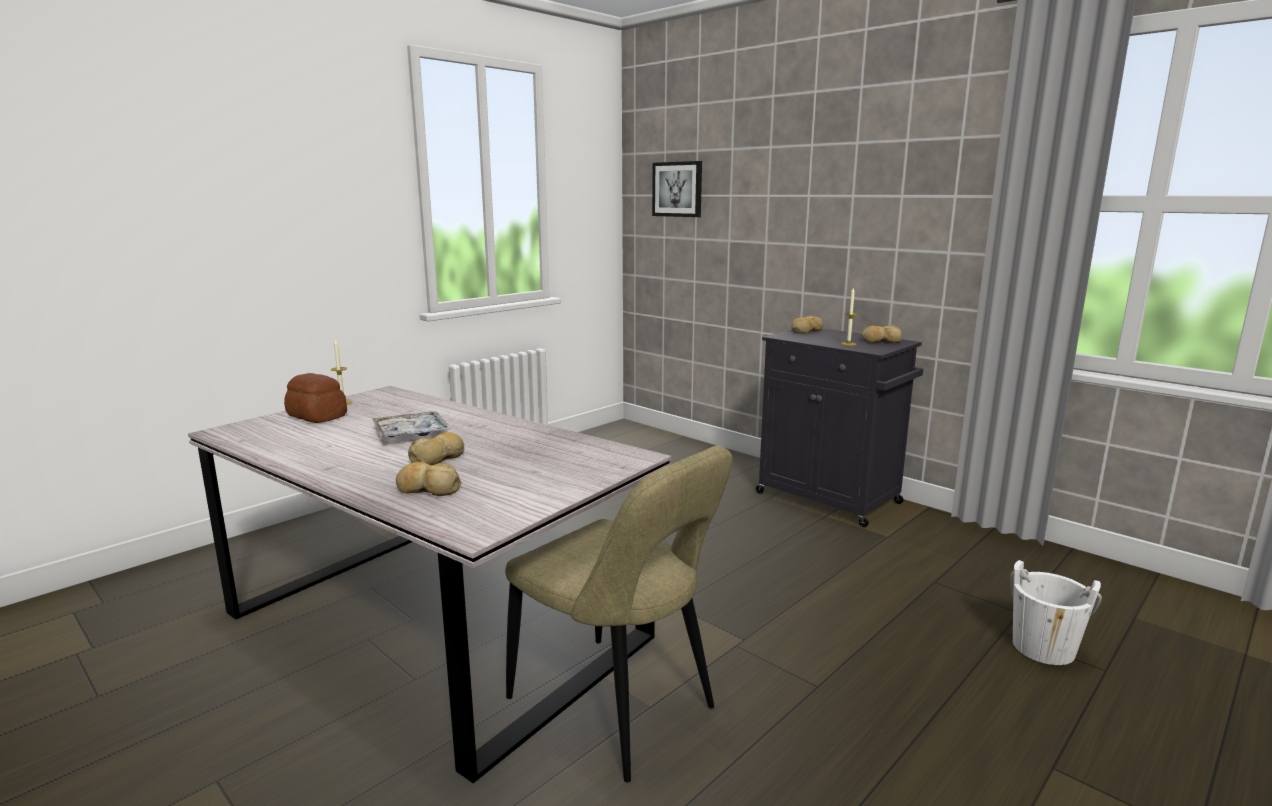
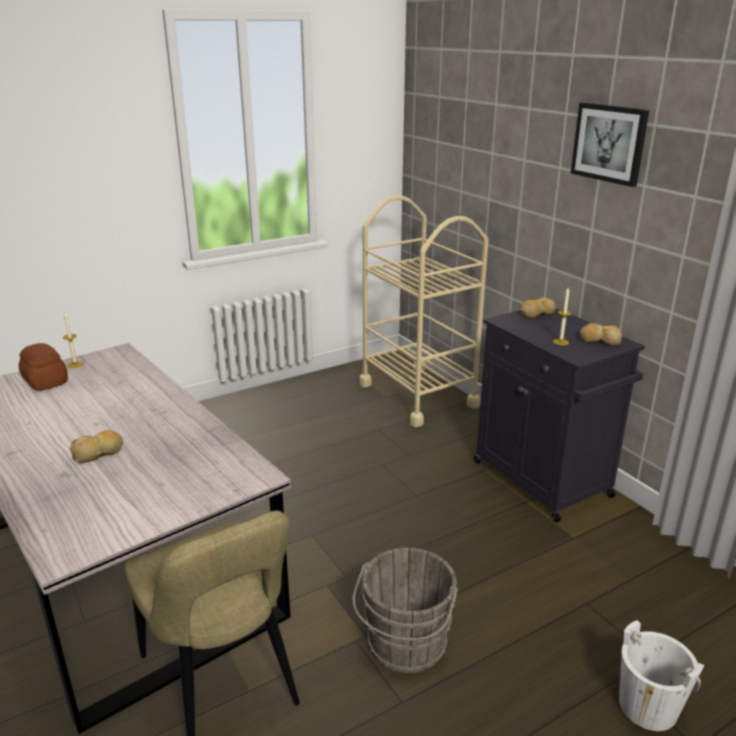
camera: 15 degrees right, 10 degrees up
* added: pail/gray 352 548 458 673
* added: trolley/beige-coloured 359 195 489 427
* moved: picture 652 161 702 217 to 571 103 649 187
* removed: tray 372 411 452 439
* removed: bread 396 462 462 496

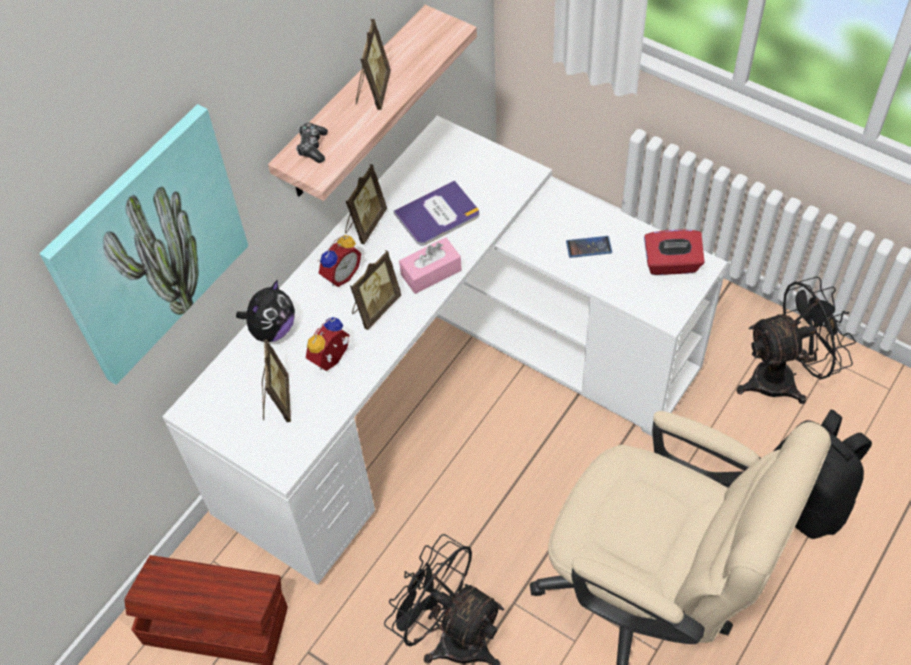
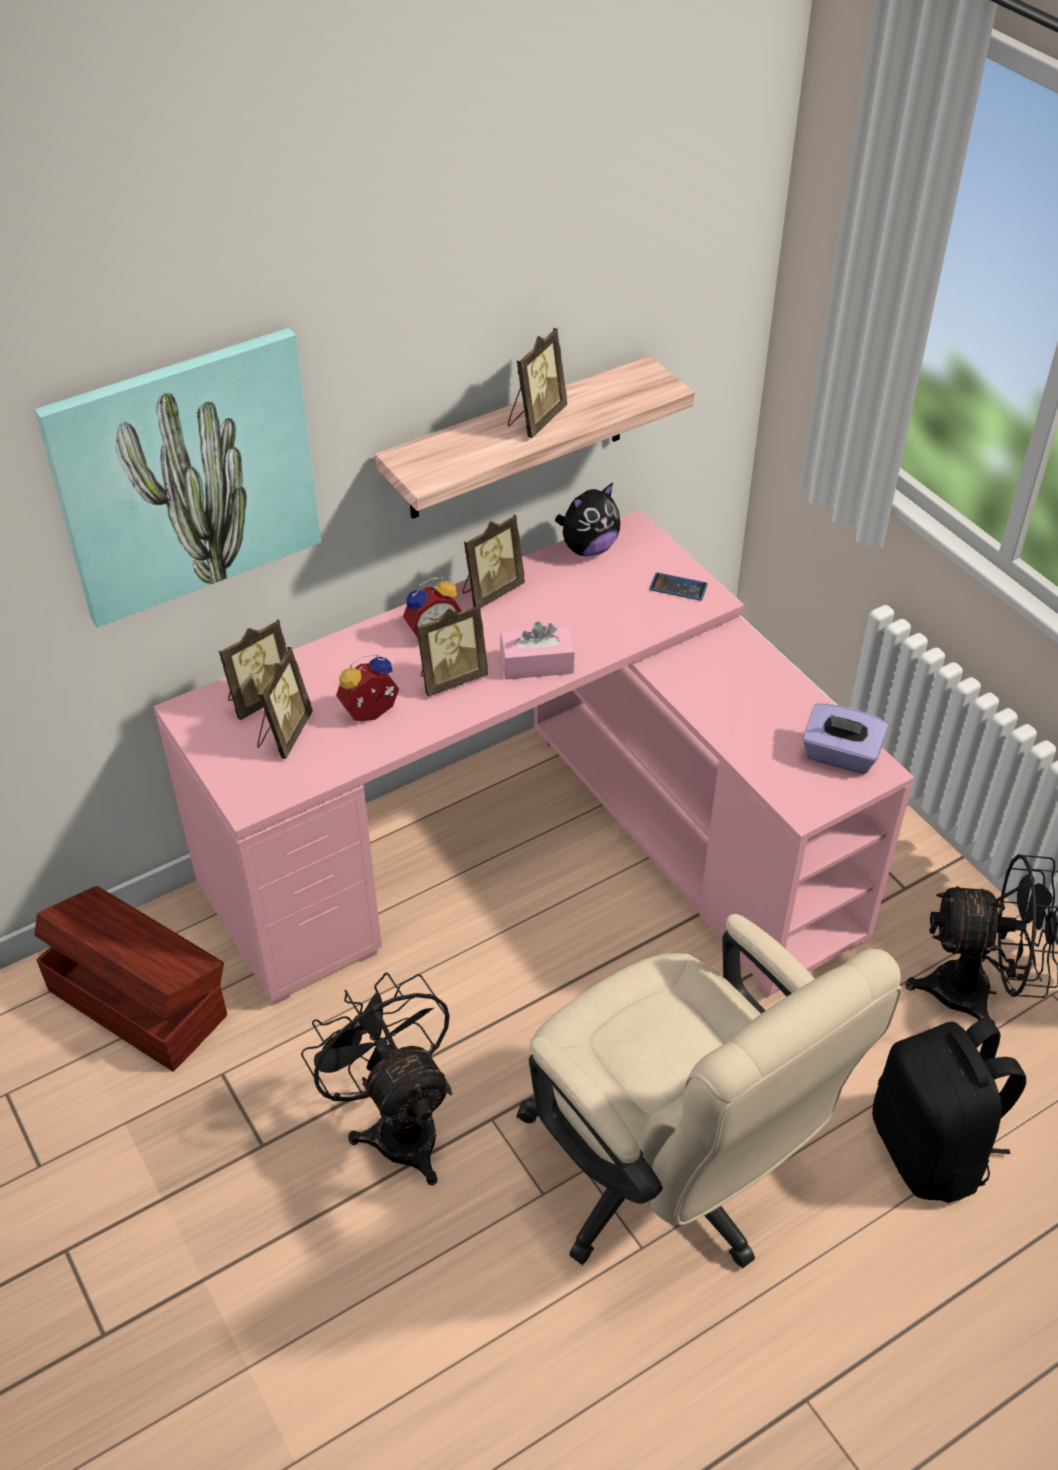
camera: 20 degrees right, 10 degrees down
* recoloured: desk unit/whitish 162 115 727 585 to desk unit/pink-coloured 153 509 914 1005
* added: photo frame 219 619 287 720
* moved: cuddly toy 236 280 295 342 to 555 482 620 556
* moved: phone 566 236 612 258 to 649 572 708 601
* recoloured: tissue holder/reddish 644 229 705 275 to tissue holder/purple 802 703 889 774
* removed: game controller 296 123 328 163
* removed: volume 394 180 480 246

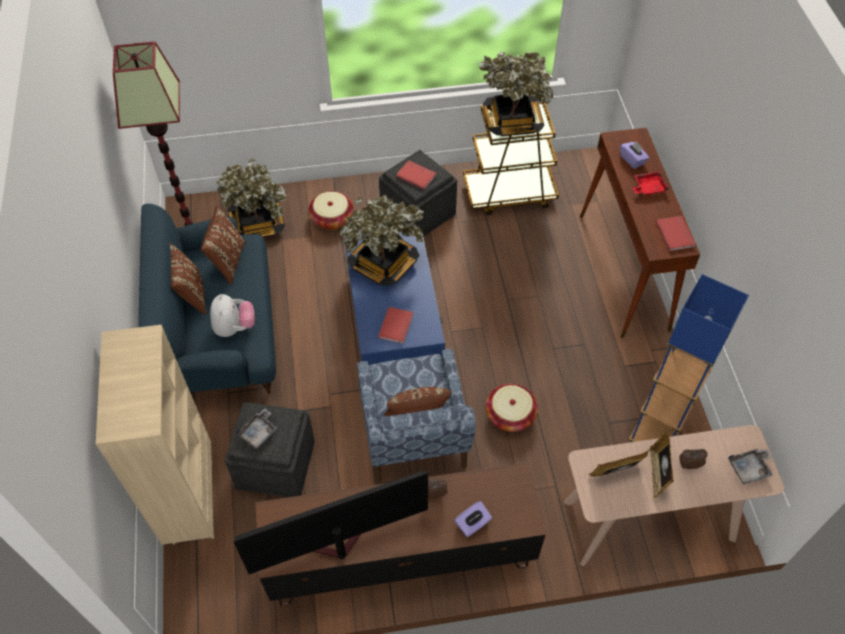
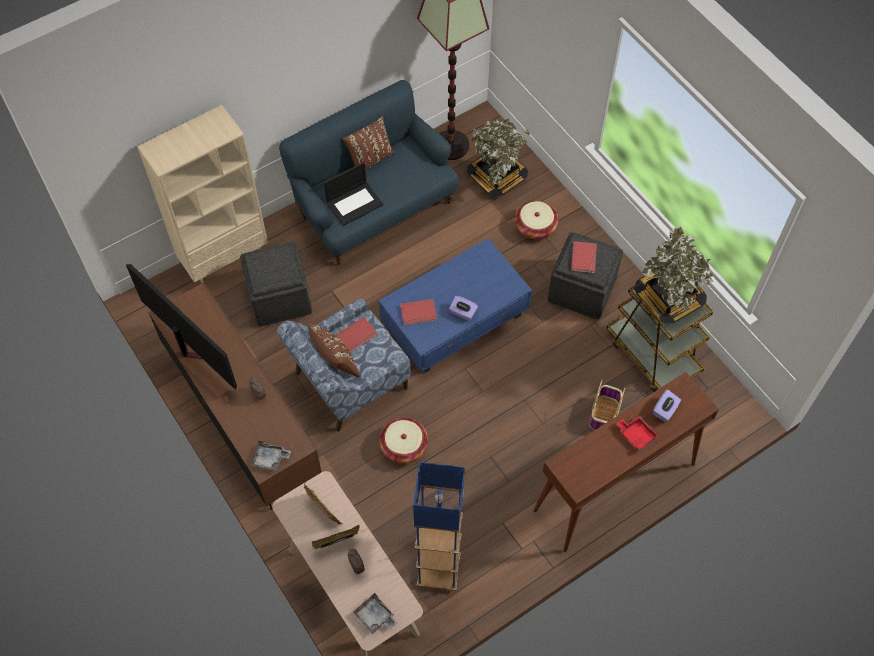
camera: 65 degrees right, 5 degrees up
* moved: tray/gray 236 409 277 450 to 250 441 291 471
* replaced: cuddly toy 210 294 255 337 to notebook computer 324 162 383 226
* moved: volume/reddish 656 216 696 251 to 336 317 378 352
* moved: tissue holder/purple 455 501 492 537 to 449 296 478 321
* added: storage basket 590 379 625 430
* removed: cushion/brown 201 205 246 285
* removed: houseplant 340 194 424 286

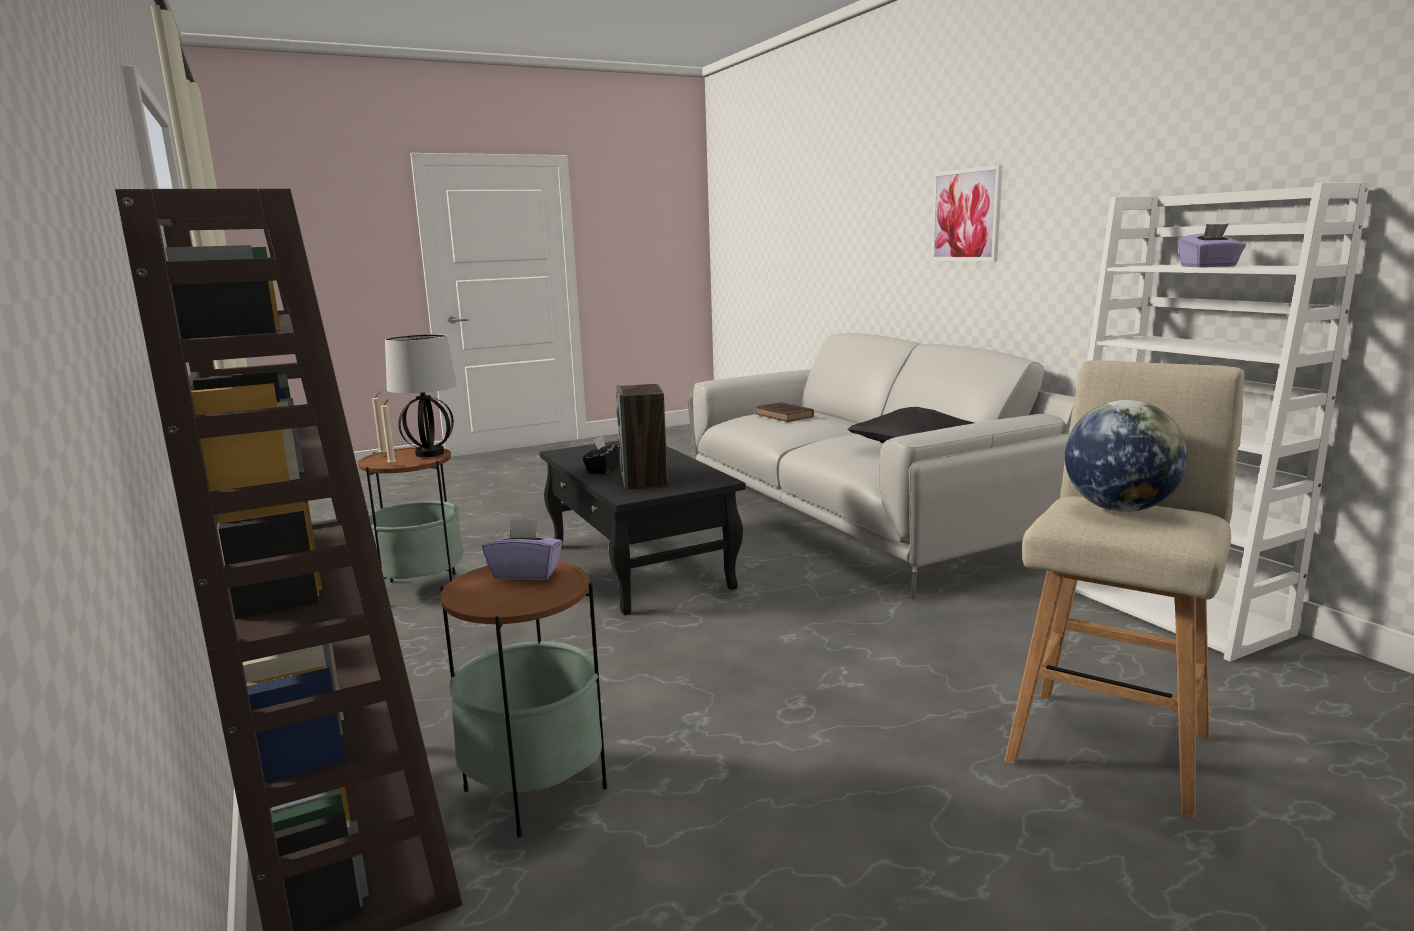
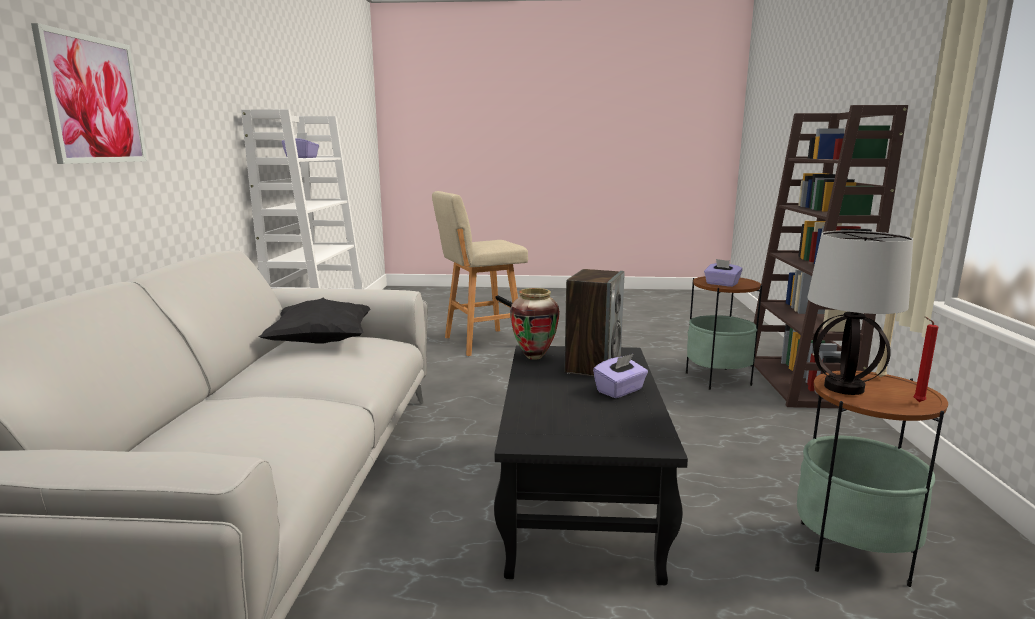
camera: 150 degrees left, 0 degrees up
* added: vase 510 288 560 360
* recoloured: tissue holder/blackish 582 436 620 474 to tissue holder/purple 593 354 648 398
* recoloured: candle/beige-coloured 372 391 387 455 to candle/reddish 913 317 938 402
* removed: volume/brown 756 402 814 422
* removed: world globe 1065 400 1188 512

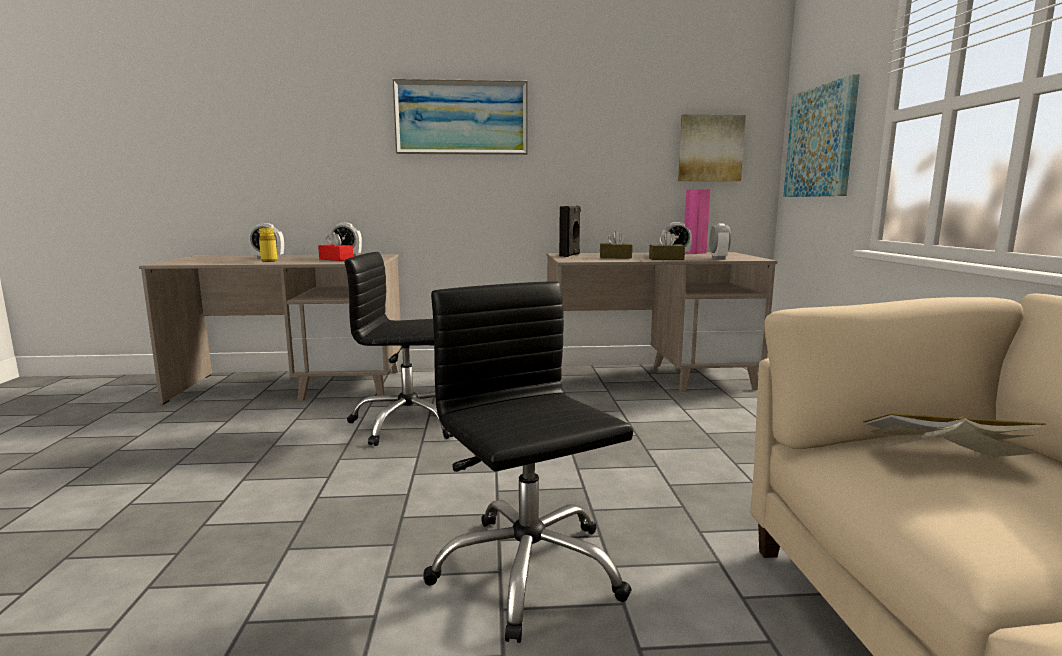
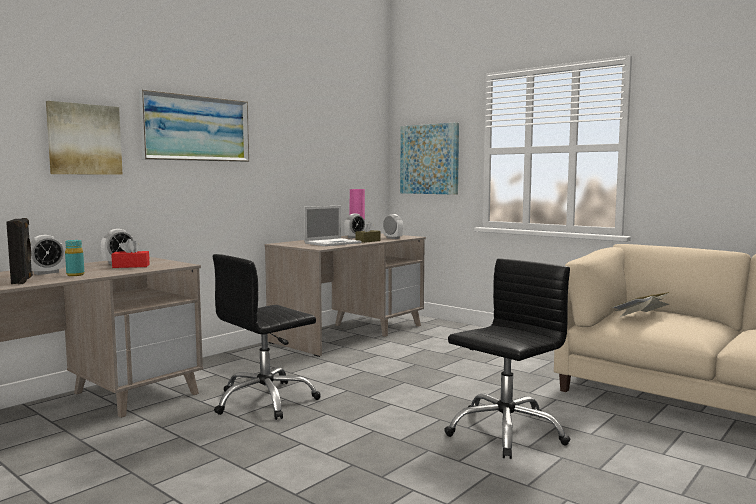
camera: 45 degrees left, 5 degrees down
* moved: loudspeaker/blackish 559 206 581 257 to 6 218 33 284
* moved: picture 678 114 746 181 to 46 101 122 175
* recoloured: beverage bottle/yellow-coloured 259 228 277 262 to beverage bottle/blue-green 65 240 84 276
* replaced: tissue holder/brown 600 231 633 258 to notebook computer 303 206 361 246
* turned: office chair/blackish 424 281 633 643 = 444 259 570 459 120 degrees clockwise

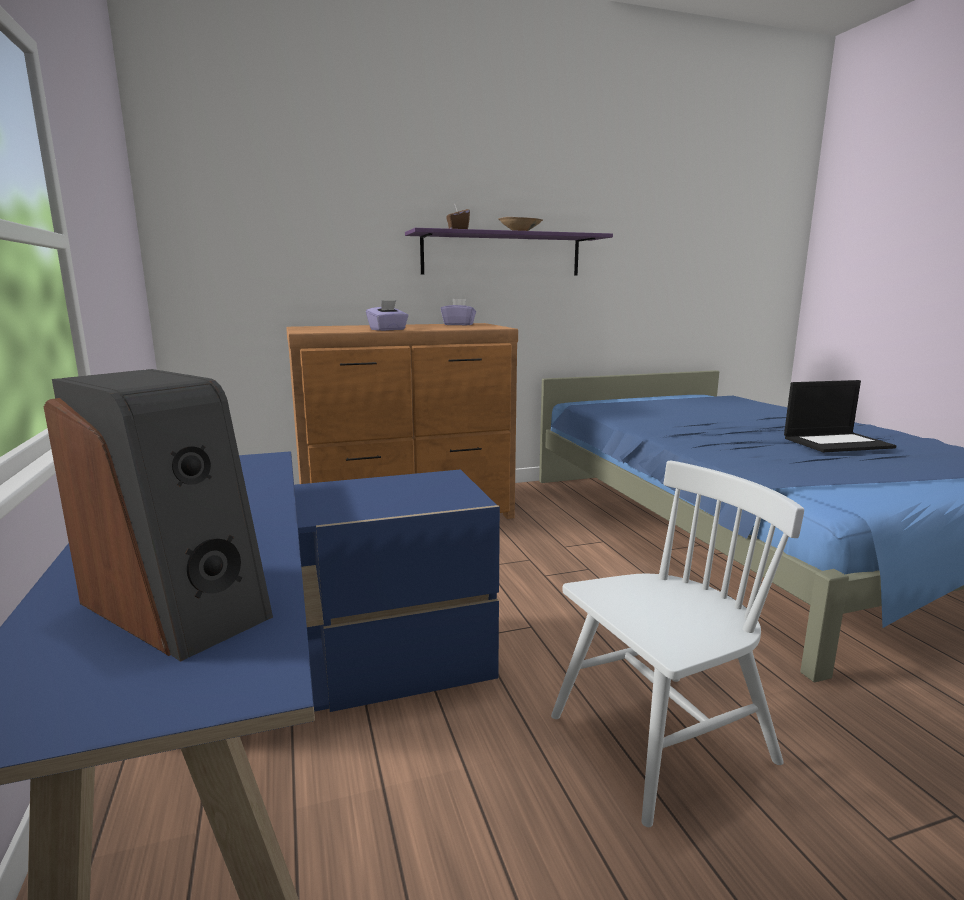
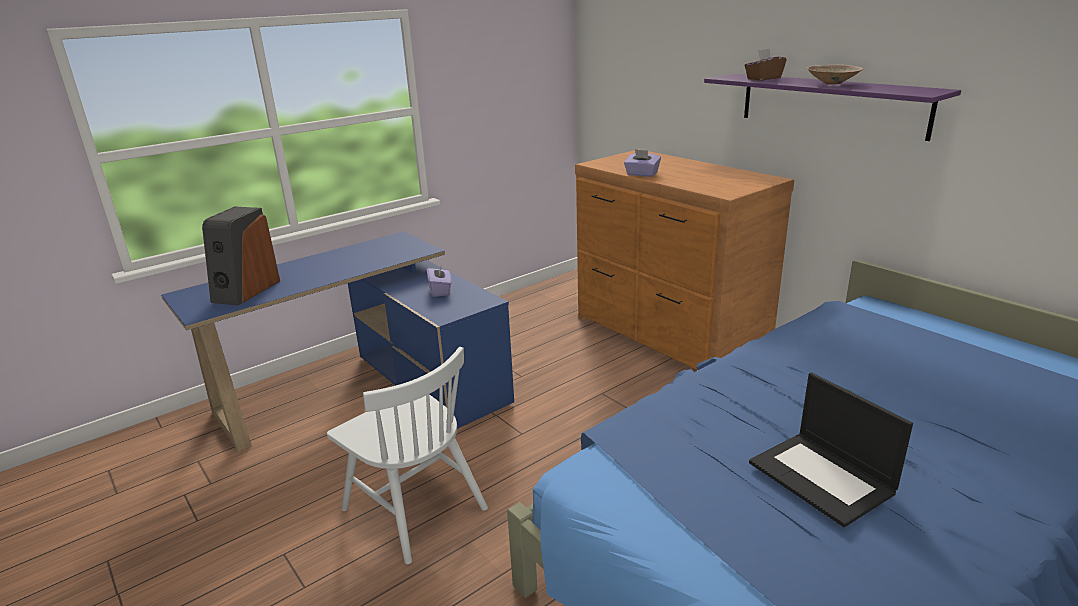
camera: 70 degrees right, 10 degrees up
* moved: tissue holder/purple 441 299 476 325 to 427 263 452 297

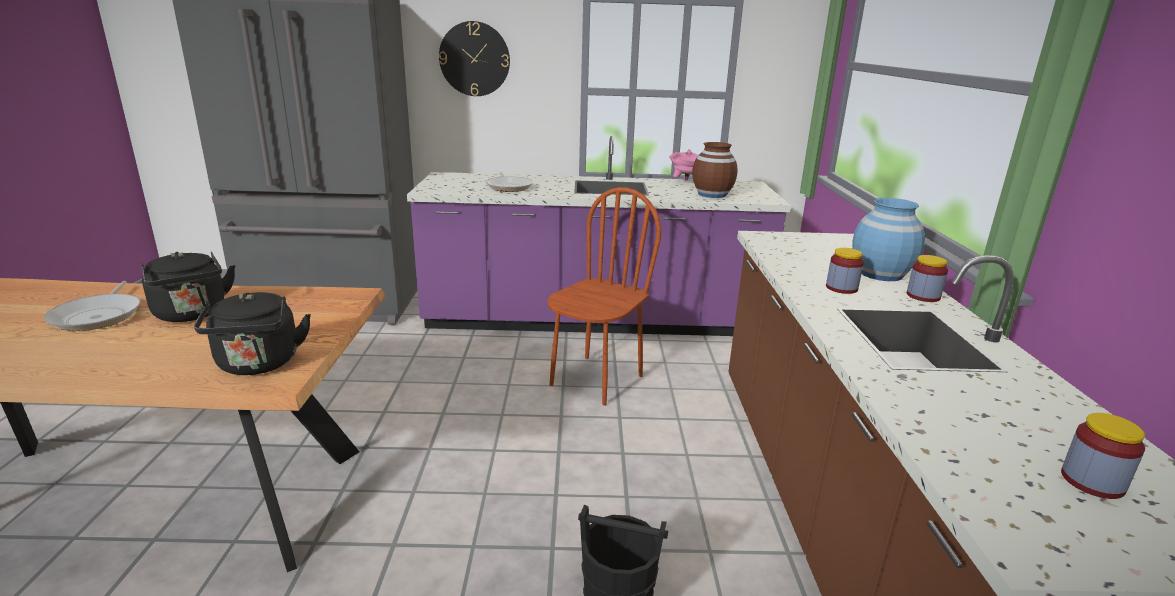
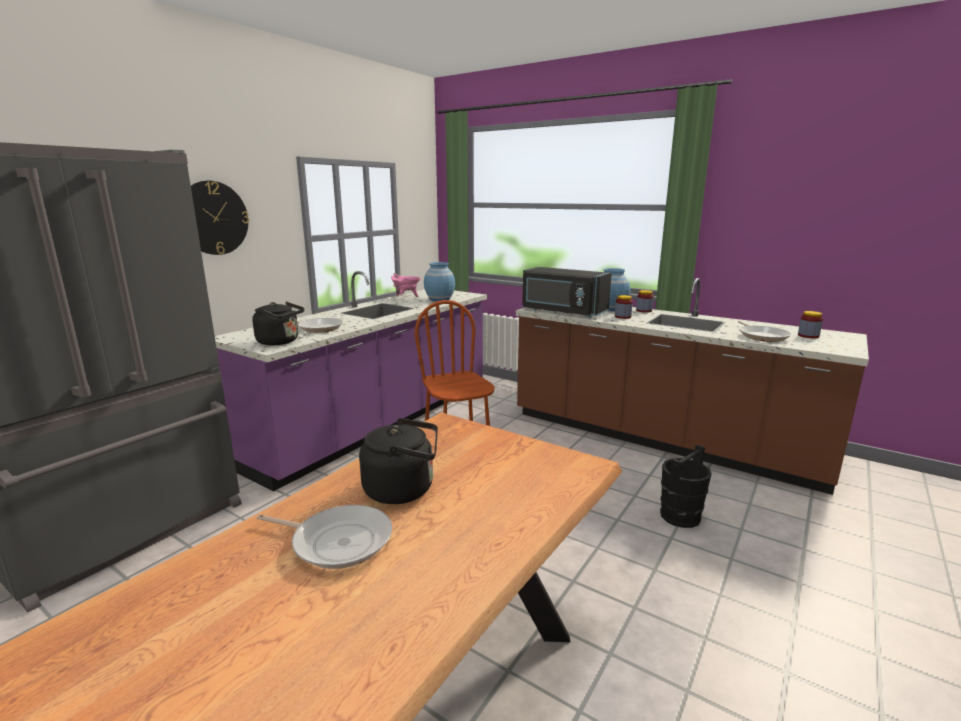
camera: 55 degrees left, 5 degrees down
* moved: tea kettle/blackish 194 292 311 375 to 252 302 304 345
* recoloured: vase/brown 692 142 738 198 to vase/blue-coloured 424 262 455 301
* added: kitchen microwave/blackish 522 267 612 318
* added: frying pan 738 321 791 342

